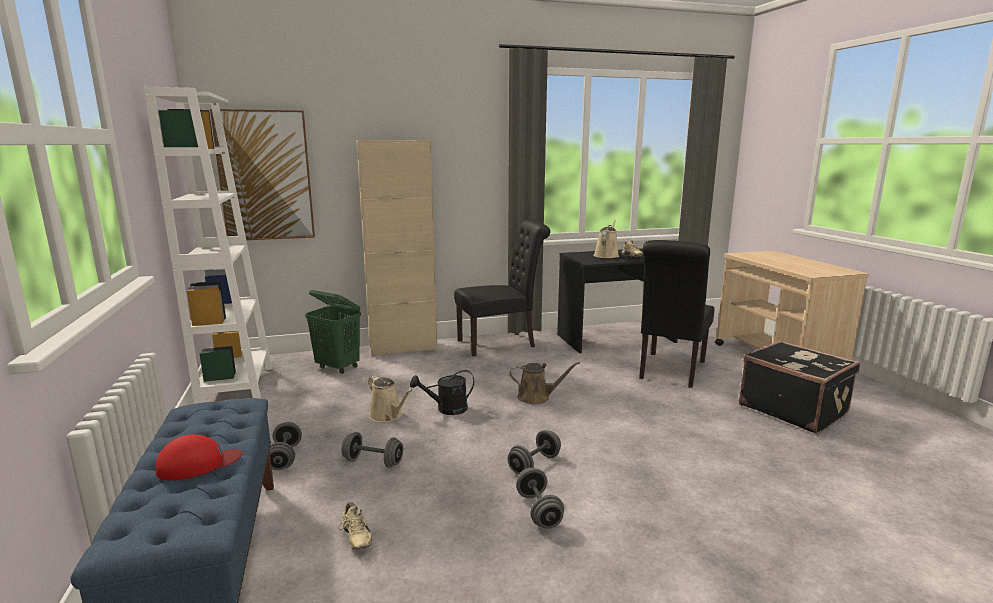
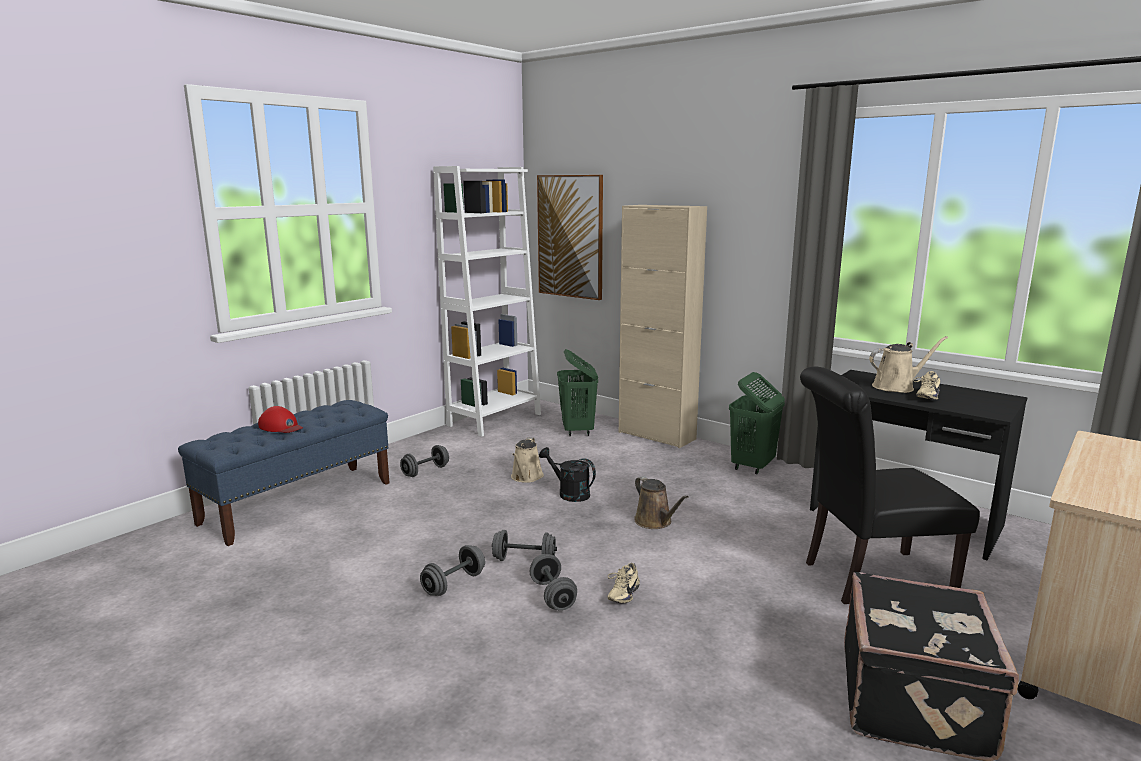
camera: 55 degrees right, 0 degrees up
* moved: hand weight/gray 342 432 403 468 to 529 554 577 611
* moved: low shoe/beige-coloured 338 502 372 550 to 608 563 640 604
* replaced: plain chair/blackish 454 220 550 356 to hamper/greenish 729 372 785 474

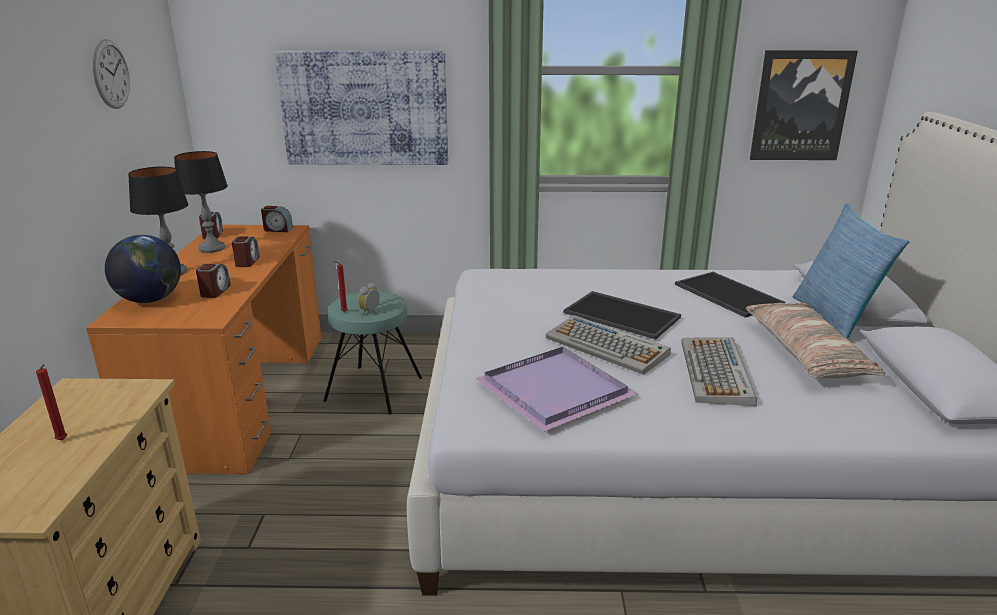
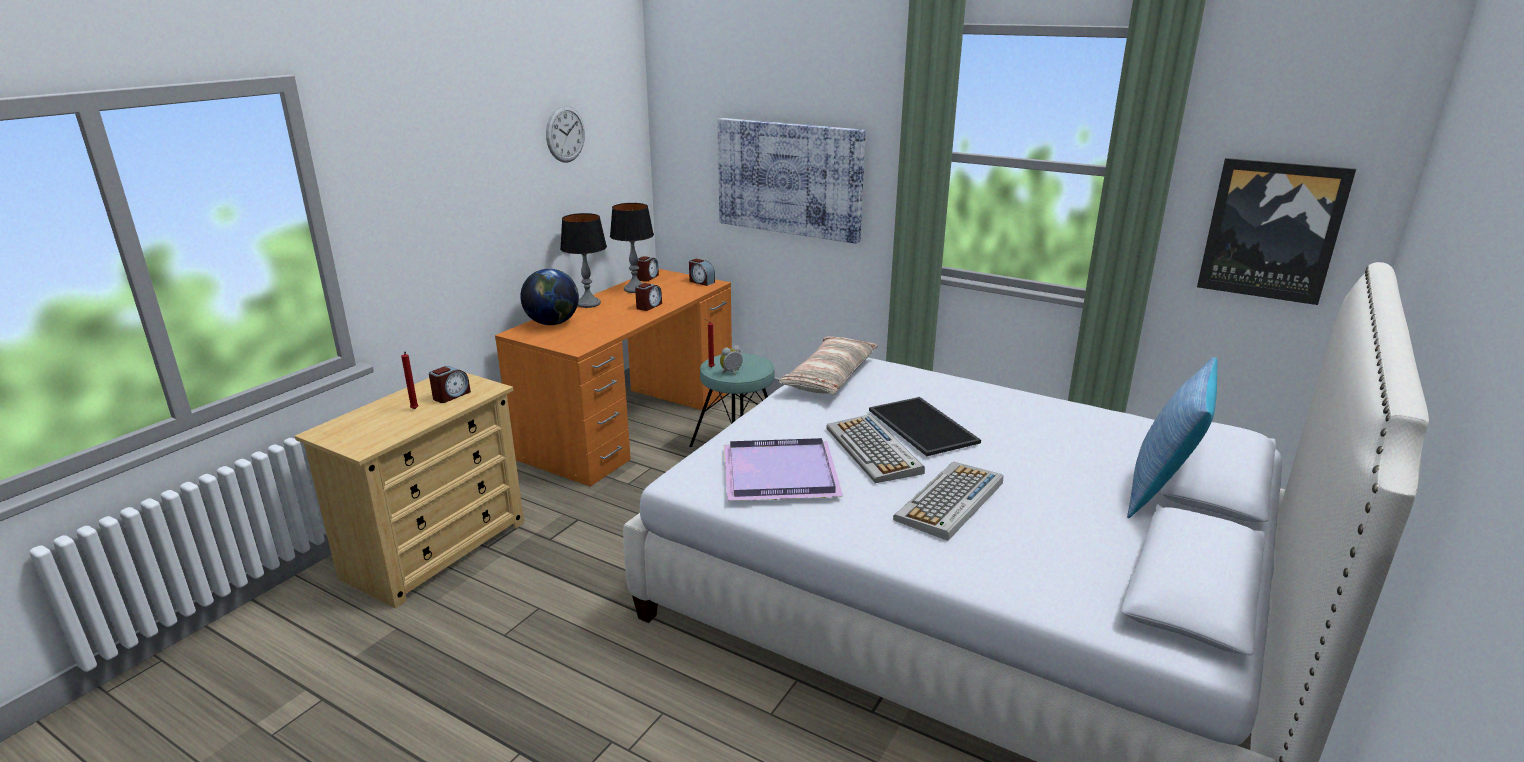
camera: 30 degrees right, 0 degrees up
* moved: table clock 196 264 231 298 to 429 366 471 403
* moved: cushion 746 303 885 378 to 779 336 878 394
* removed: tray 675 272 785 318

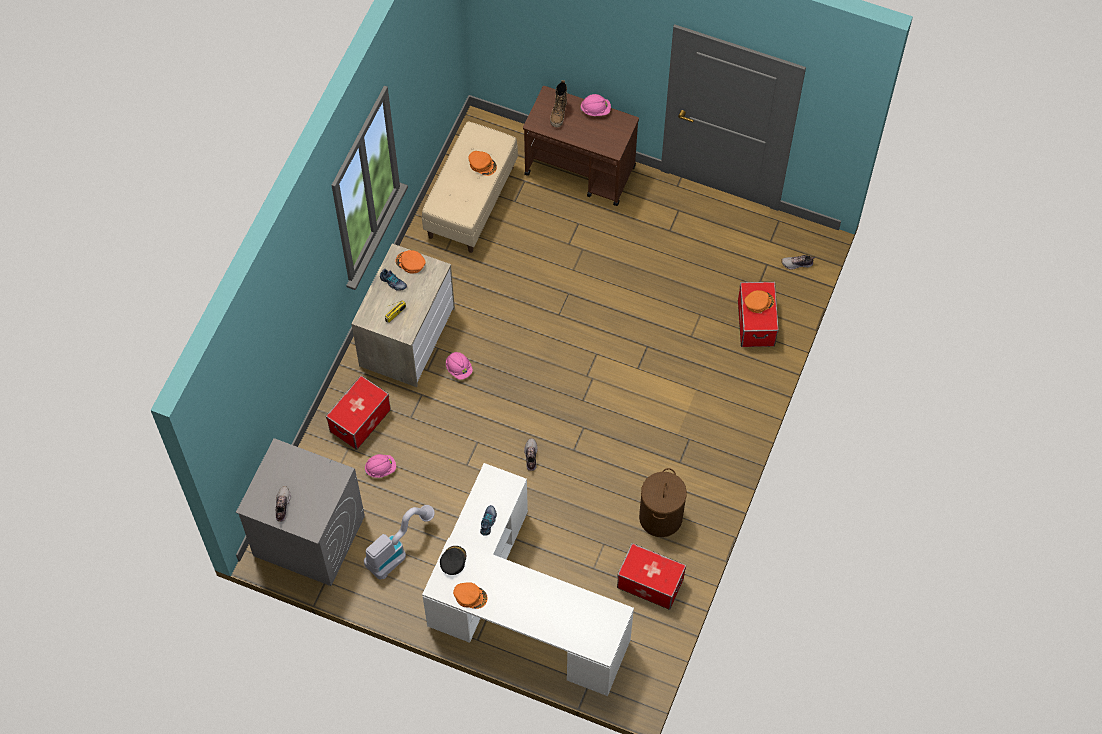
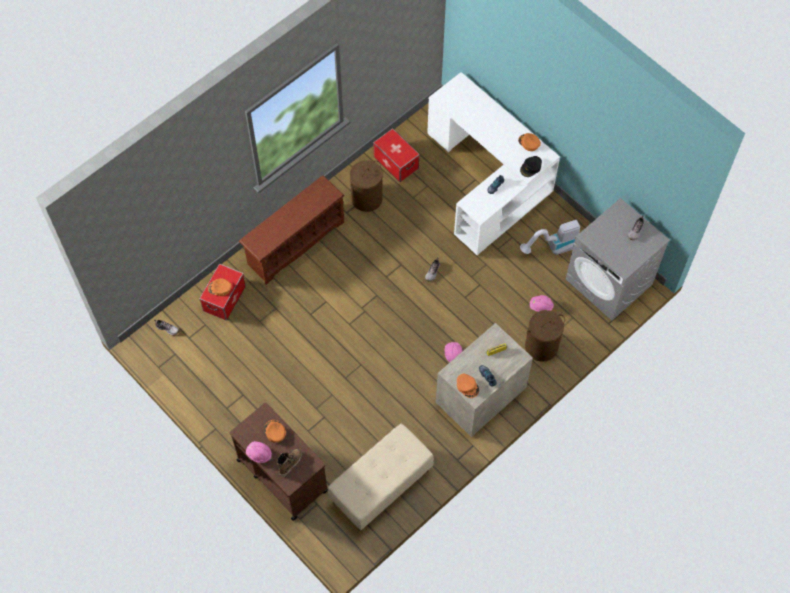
camera: 155 degrees left, 0 degrees up
* added: shoe shelf/brown 239 175 345 285
* moved: baseball cap/orange 468 151 497 176 to 264 420 286 443
* replaced: storage container 326 375 391 450 to hamper/brown 525 310 565 362

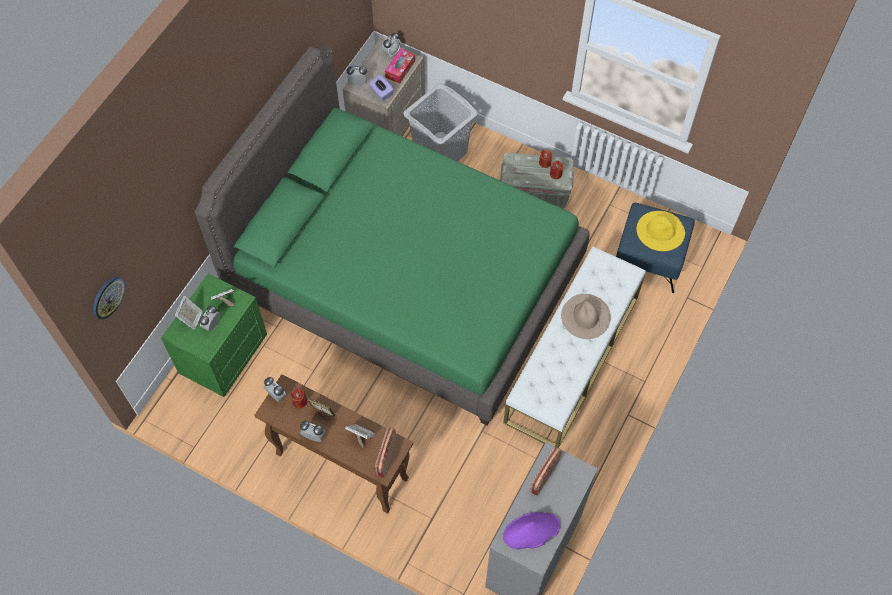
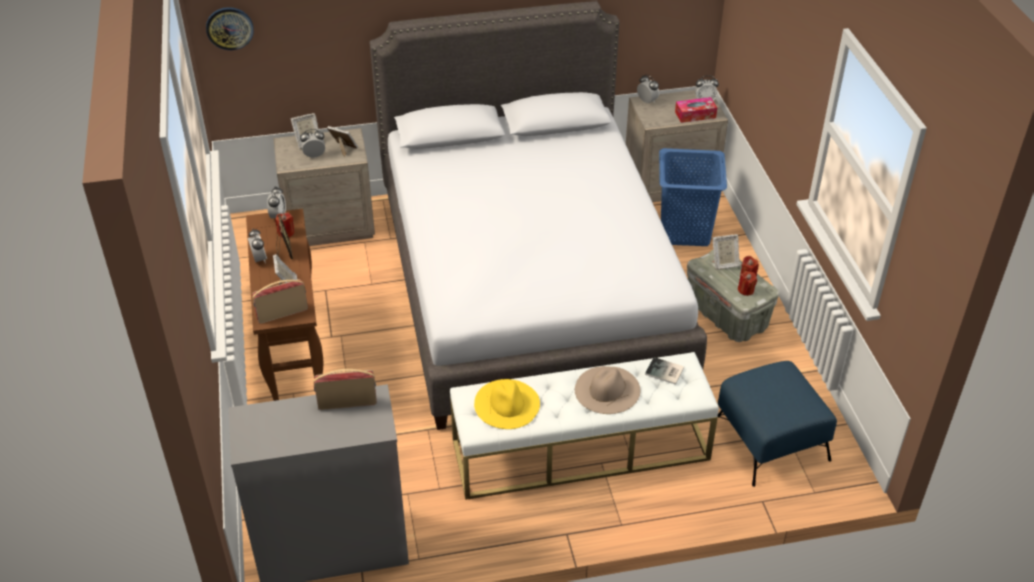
camera: 50 degrees right, 20 degrees down
* recoloured: night table/greenish 161 273 267 397 to night table/beige-coloured 273 128 375 246
* recoloured: bedroom bed/greenish 194 44 590 426 to bedroom bed/gray 369 1 707 430
* moved: clothing hat/yellow-coloured 637 211 685 251 to 474 379 540 429
* added: volume 645 357 684 385
* recoloured: hamper/gray 403 83 478 161 to hamper/blue-coloured 659 148 727 246
* added: photo frame 712 234 740 270
* removed: tissue holder/purple 369 74 394 101
* removed: clothing hat/purple 503 512 561 550

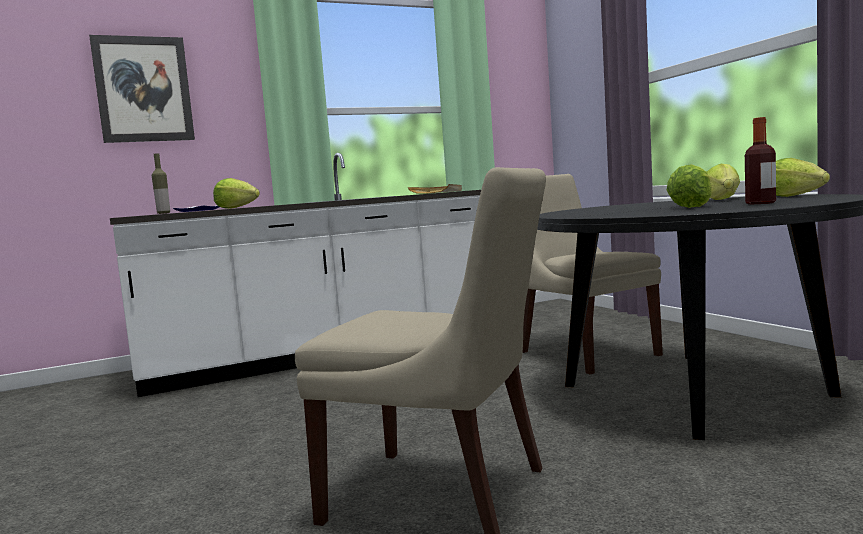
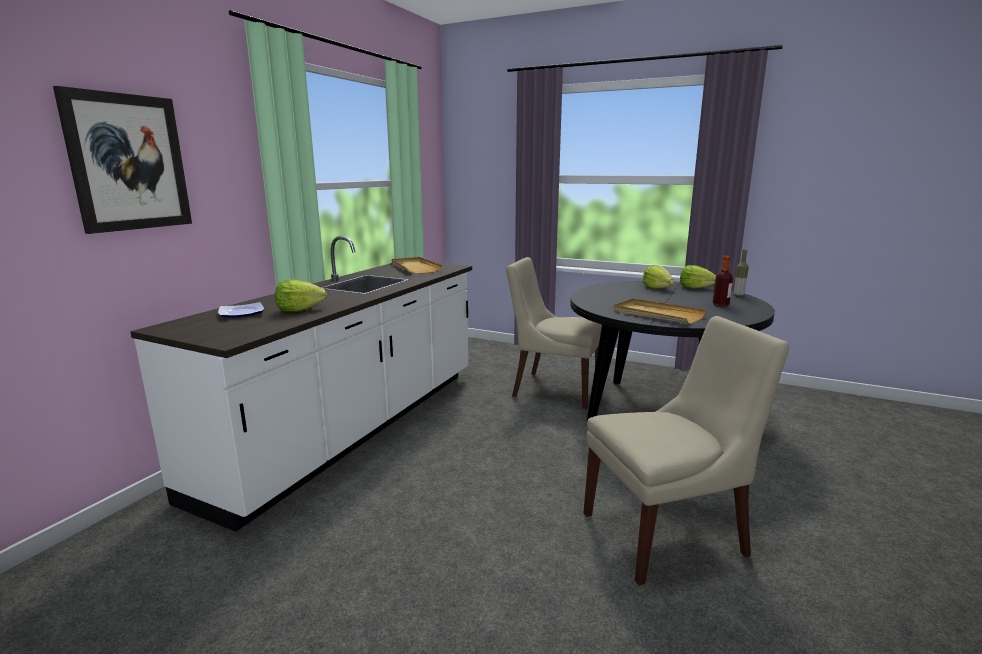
camera: 40 degrees left, 10 degrees up
* added: tray/beige-coloured 614 299 707 324
* moved: beverage bottle 152 153 170 214 to 734 250 749 297
* removed: lettuce 667 165 712 208

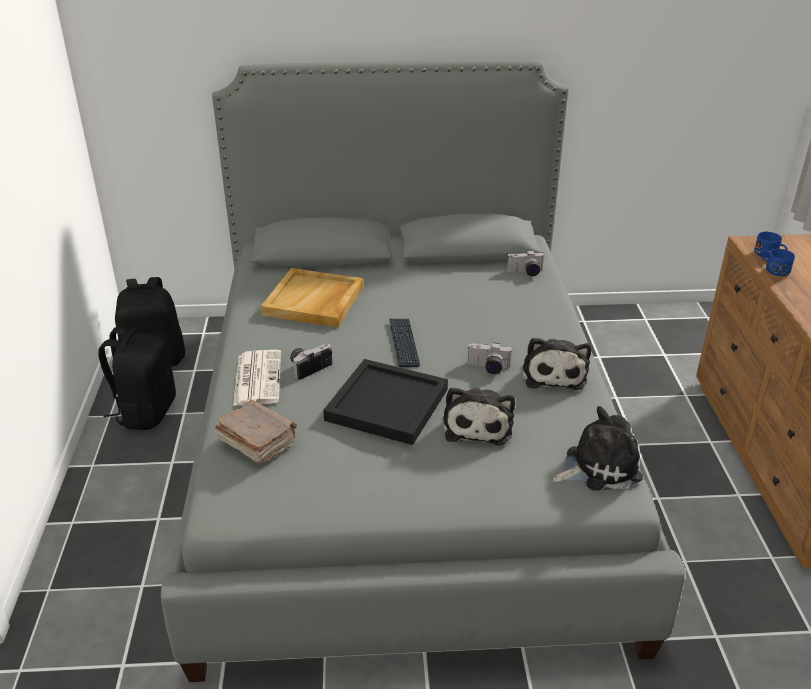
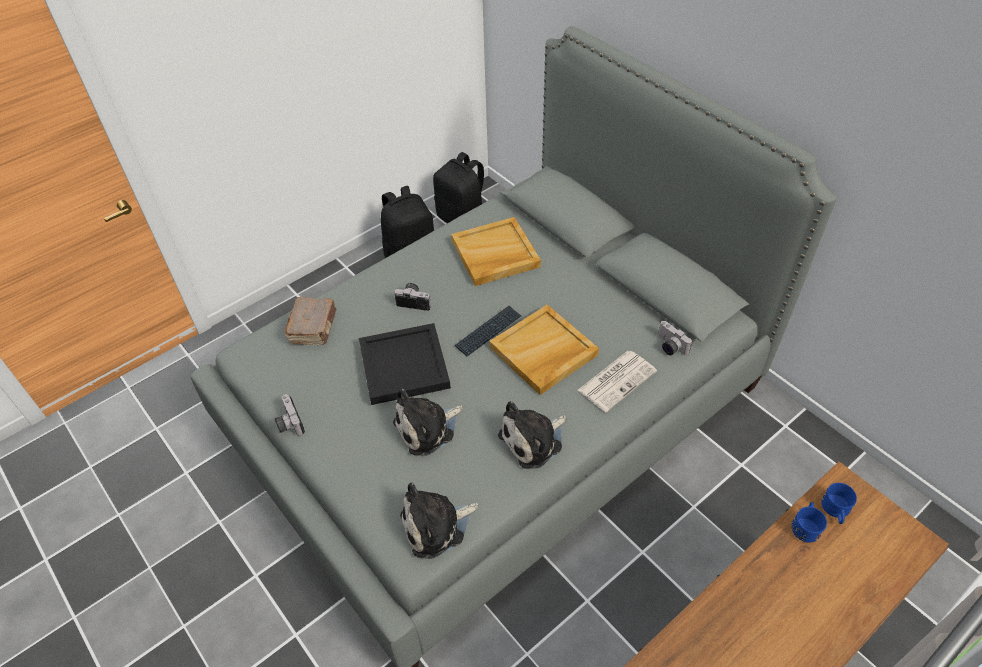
camera: 55 degrees right, 15 degrees up
* moved: still camera 468 342 512 374 to 275 394 305 436
* turned: cuddly toy 552 406 643 490 = 400 482 478 559 120 degrees clockwise
* added: tray/beige-coloured 489 305 599 395
* moved: printed paper 233 350 281 406 to 578 351 657 412

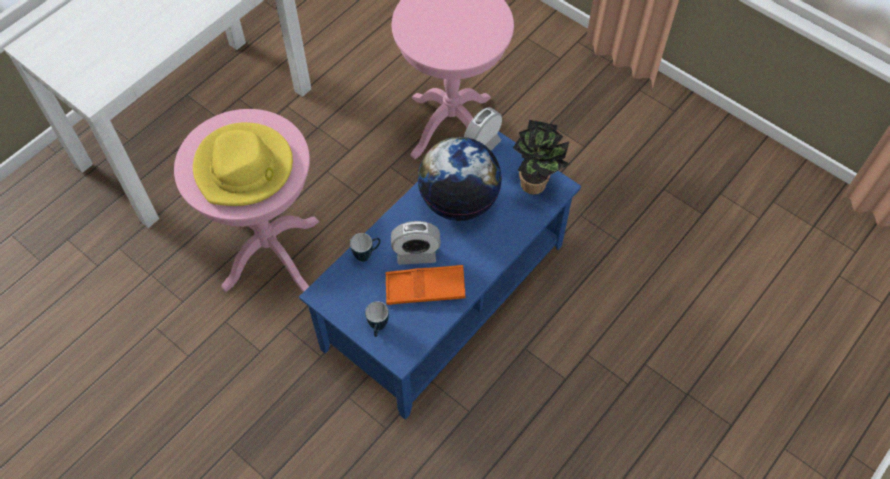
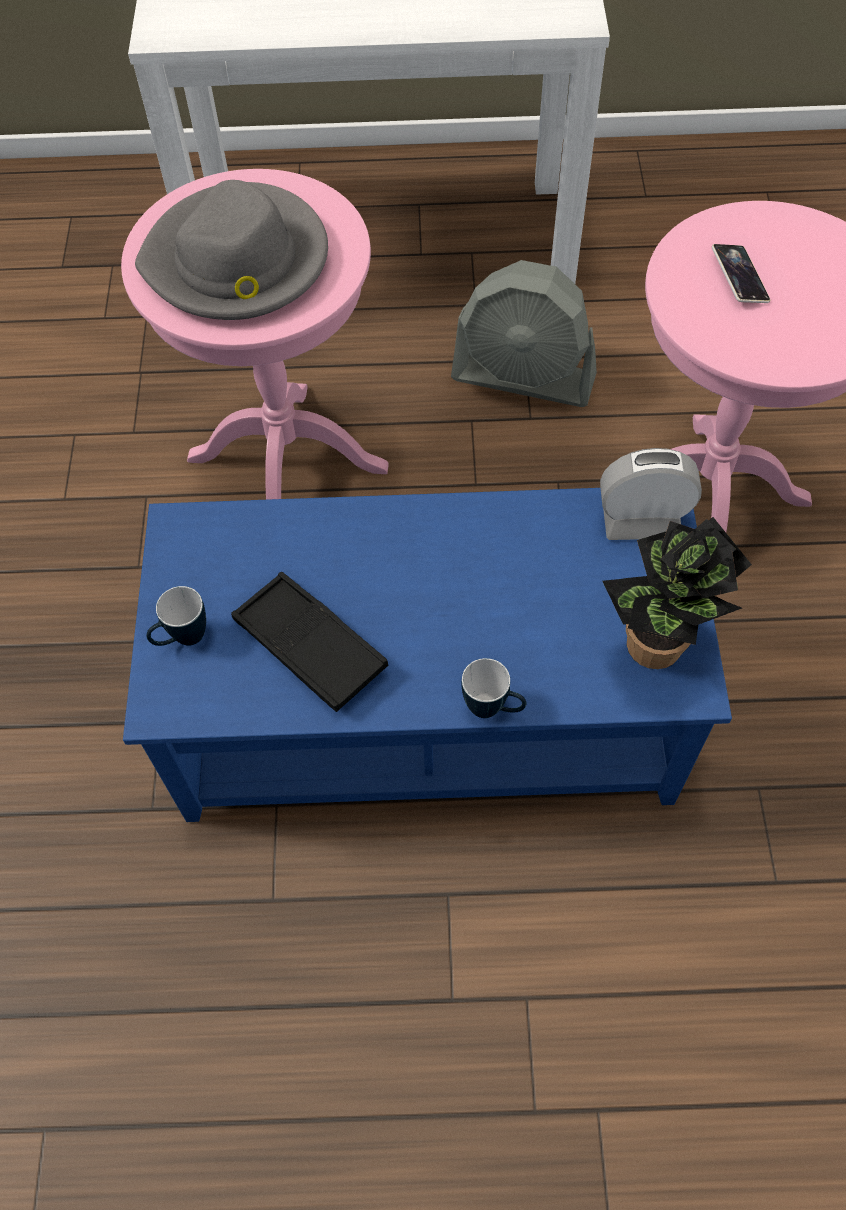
camera: 50 degrees right, 0 degrees up
* recoloured: clothing hat/yellow-coloured 193 122 293 206 to clothing hat/gray 135 180 328 320
* recoloured: tray/orange 385 265 465 305 to tray/blackish 231 572 388 712
* added: electric fan/gray 451 260 597 407
* moved: coffee mug 350 233 380 262 to 461 658 527 718
* added: phone 712 244 770 303
* removed: table clock 391 221 441 265
* removed: world globe 417 137 502 221

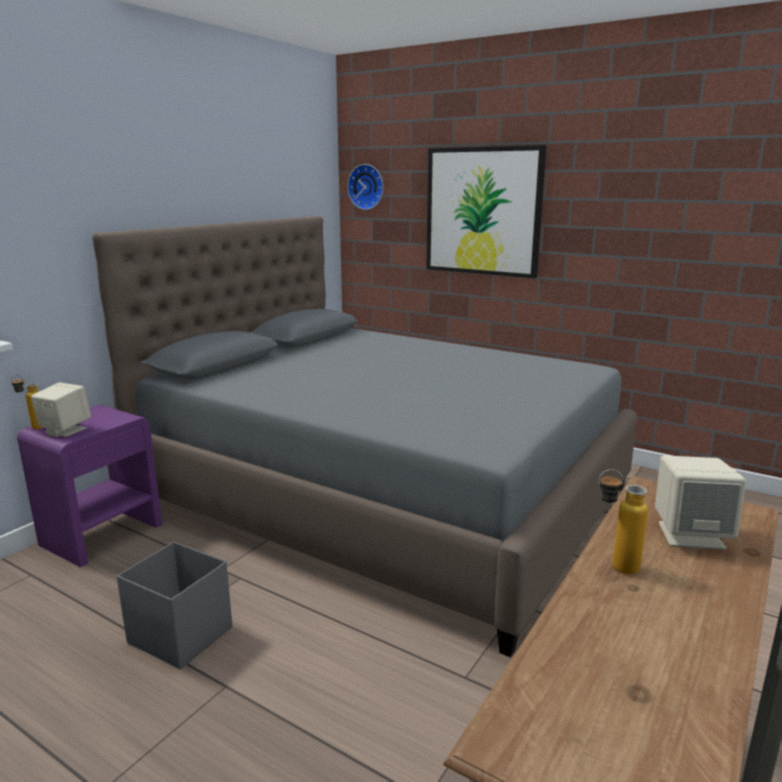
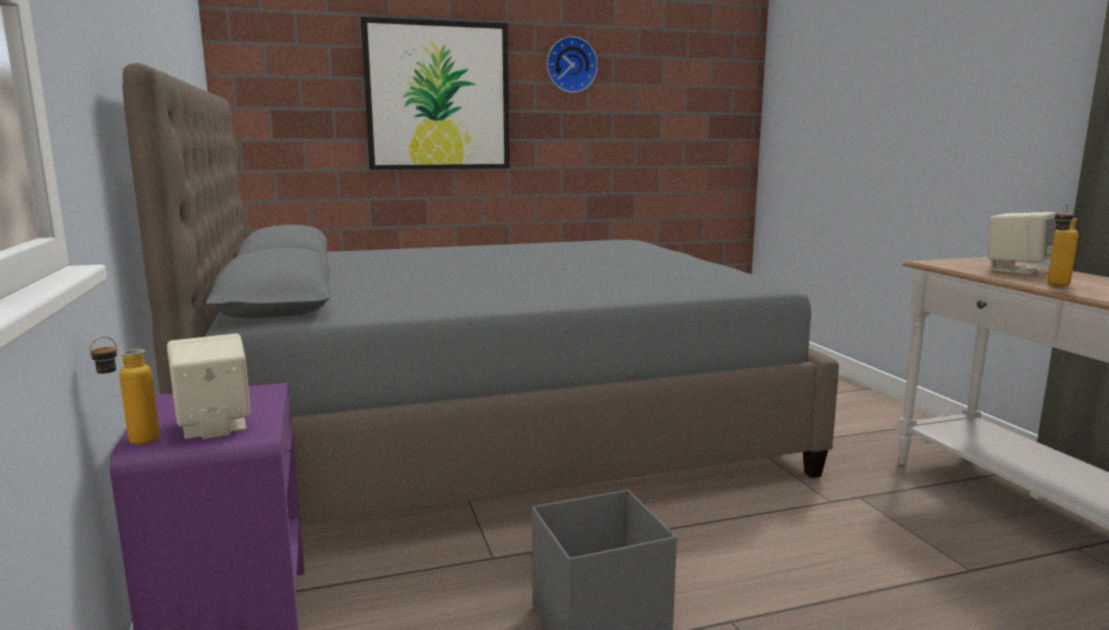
camera: 50 degrees left, 5 degrees down
* moved: hanging clock 347 164 383 210 to 547 36 598 93

